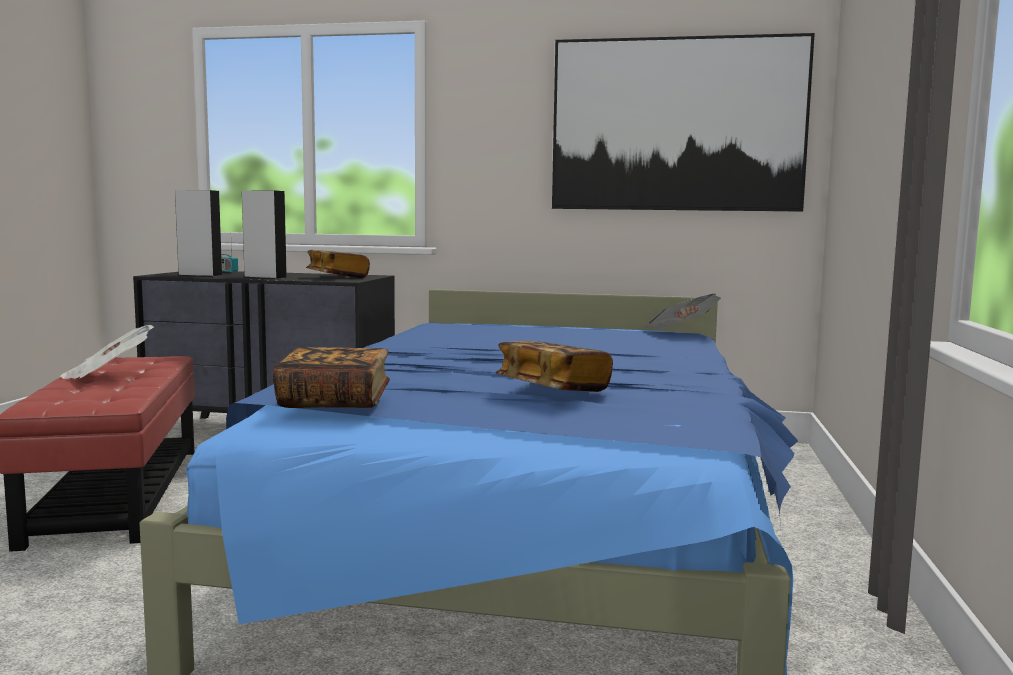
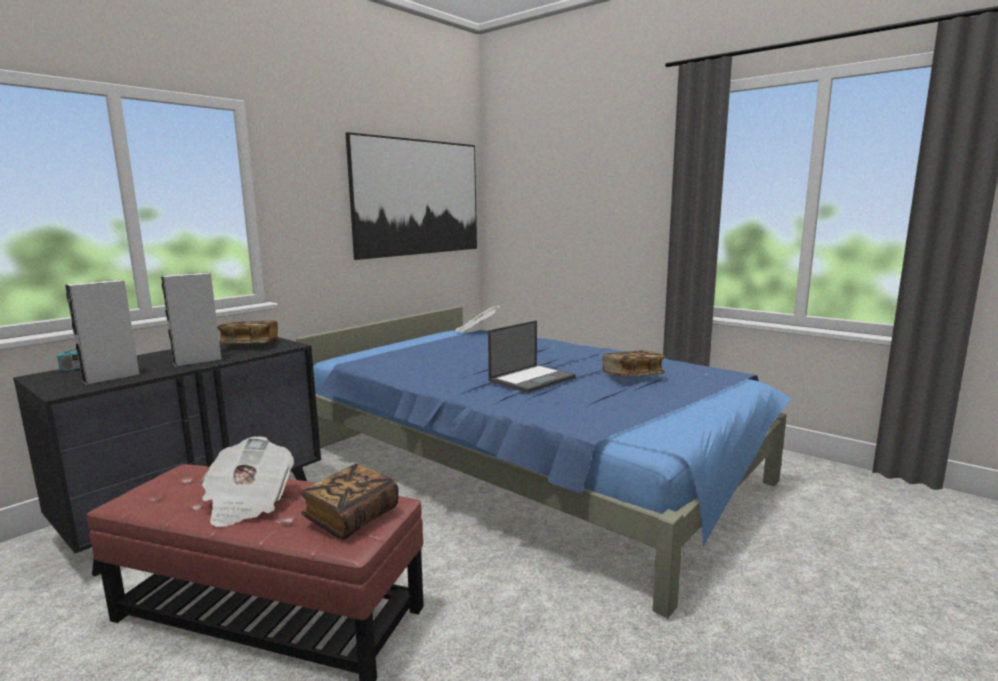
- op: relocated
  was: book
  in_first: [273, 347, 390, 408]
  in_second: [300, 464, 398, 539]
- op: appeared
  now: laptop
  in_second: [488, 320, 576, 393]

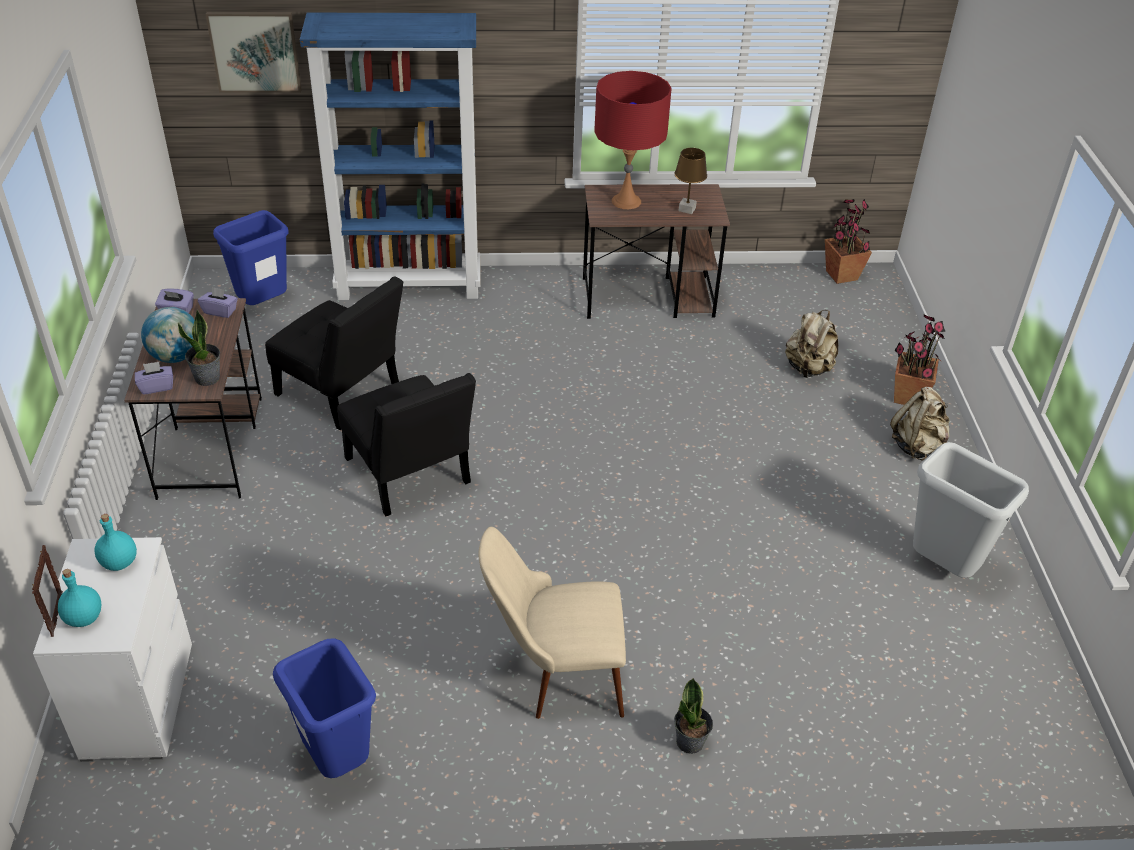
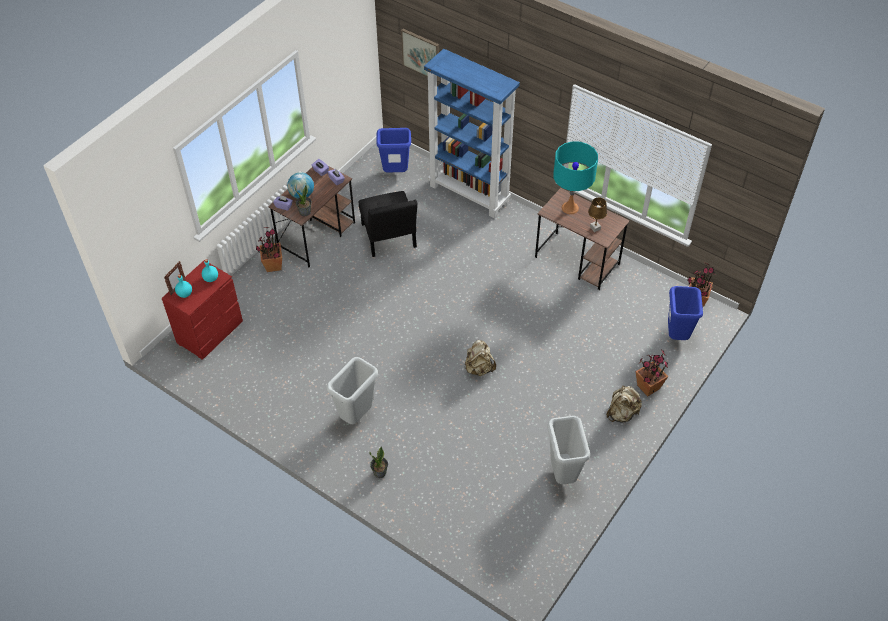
- op: colour
  was: dresser in white
  now: dresser in red
  in_first: [33, 537, 192, 762]
  in_second: [162, 260, 243, 359]
- op: relocated
  was: trash can in blue
  in_first: [273, 638, 376, 778]
  in_second: [668, 286, 703, 340]
- op: missing
  was: chair in black
  in_first: [337, 373, 476, 516]
- op: exchanged
  was: chair in beige
  now: trash can in grey
  in_first: [479, 527, 626, 719]
  in_second: [326, 357, 378, 424]
- op: colour
  was: table lamp in red
  now: table lamp in turquoise
  in_first: [594, 71, 672, 209]
  in_second: [554, 141, 598, 214]
- op: relocated
  was: backpack in beige
  in_first: [785, 310, 838, 378]
  in_second: [465, 340, 496, 376]
- op: appeared
  now: potted plant
  in_second: [256, 227, 282, 272]

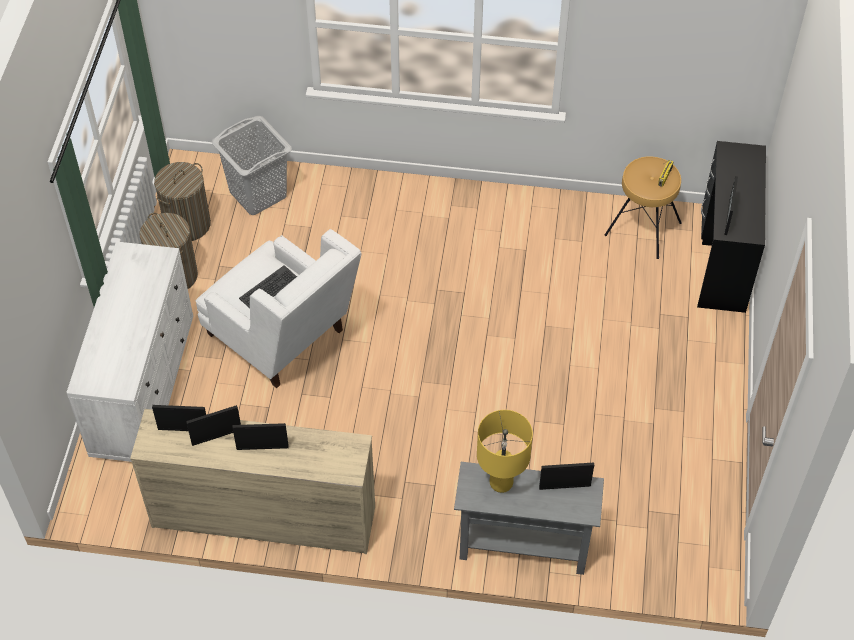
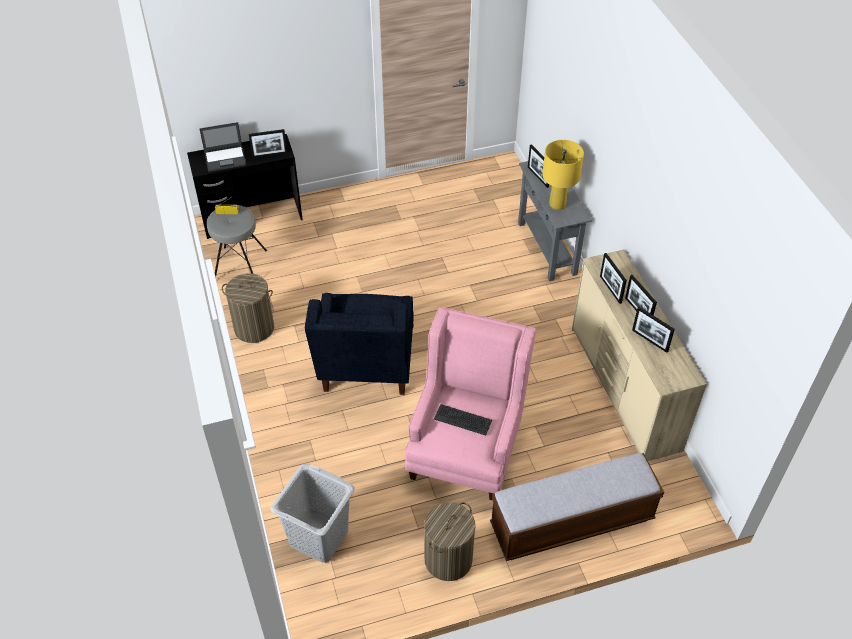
- op: exchanged
  was: dresser in white
  now: bench
  in_first: [66, 241, 193, 462]
  in_second: [490, 453, 664, 561]
- op: relocated
  was: picture frame
  in_first: [152, 405, 206, 431]
  in_second: [600, 253, 627, 304]
- op: relocated
  was: laundry basket
  in_first: [154, 162, 211, 241]
  in_second: [222, 273, 274, 343]
- op: colour
  was: armchair in white
  now: armchair in pink
  in_first: [196, 229, 362, 388]
  in_second: [405, 307, 536, 500]
- op: colour
  was: stool in brown
  now: stool in grey
  in_first: [604, 156, 681, 259]
  in_second: [207, 205, 267, 276]
- op: appeared
  now: laptop
  in_second: [200, 122, 247, 172]
- op: appeared
  now: armchair in blue
  in_second: [305, 293, 413, 395]

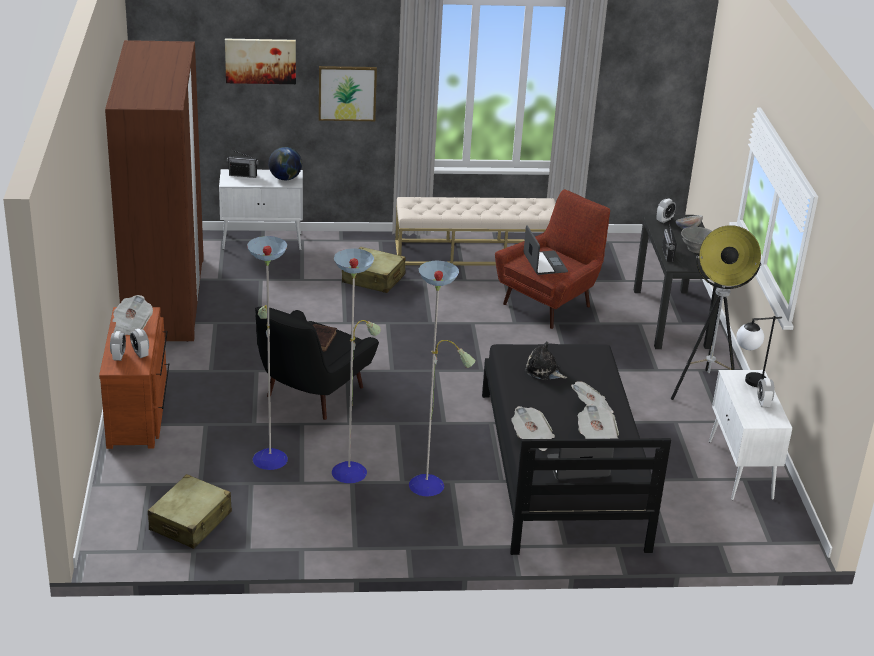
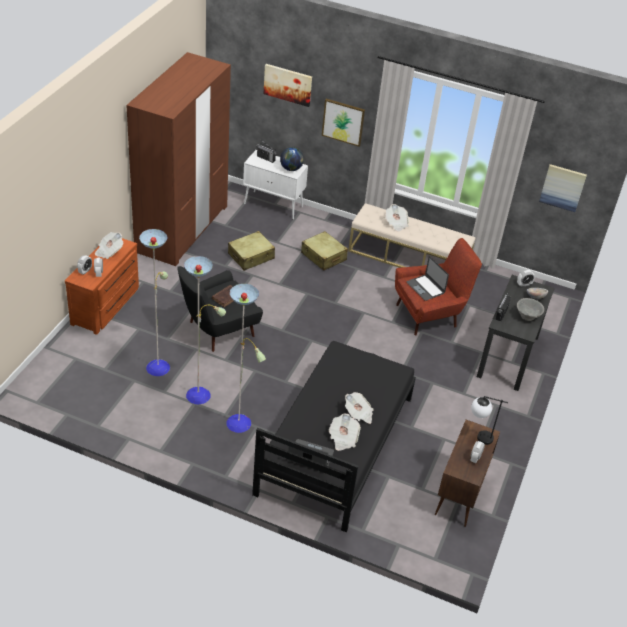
- op: relocated
  was: suitcase in beige
  in_first: [148, 474, 232, 549]
  in_second: [228, 231, 275, 271]
- op: relocated
  was: newspaper
  in_first: [511, 406, 555, 451]
  in_second: [385, 204, 409, 232]
- op: spun
  was: laptop
  in_first: [524, 225, 568, 275]
  in_second: [406, 256, 449, 301]
  clockwise: 135
- op: missing
  was: plush toy
  in_first: [525, 341, 567, 380]
- op: missing
  was: floor lamp
  in_first: [671, 225, 762, 400]
- op: colour
  was: cabinet in white
  now: cabinet in brown
  in_first: [709, 370, 793, 500]
  in_second: [435, 420, 500, 527]
- op: appeared
  now: picture
  in_second: [539, 164, 587, 212]

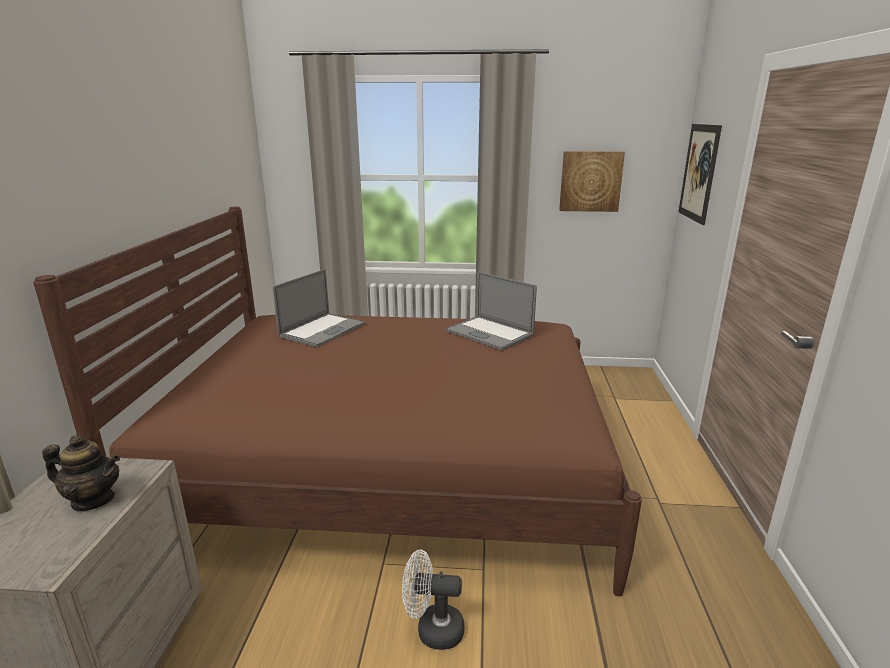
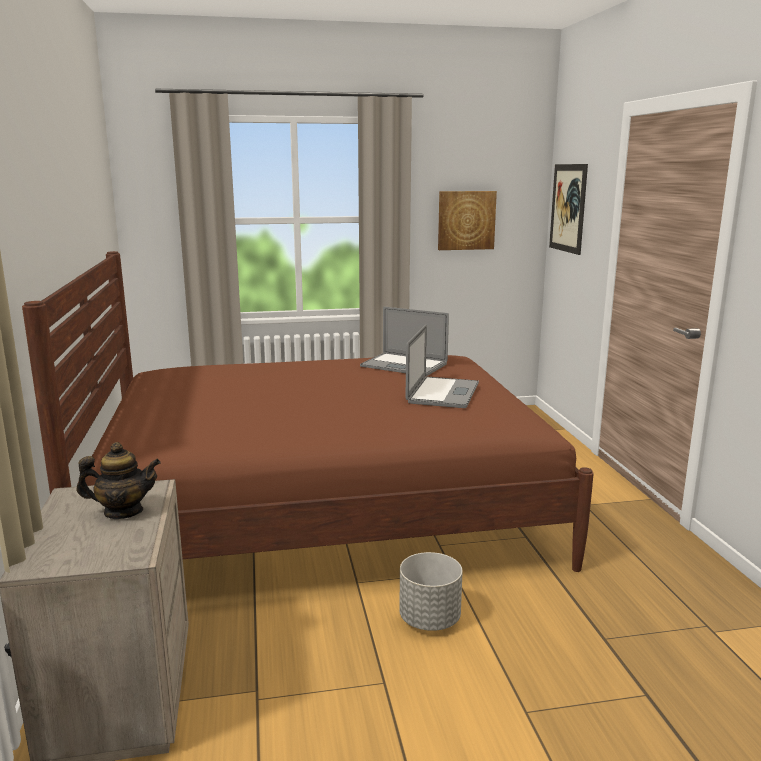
- op: relocated
  was: laptop
  in_first: [273, 269, 365, 347]
  in_second: [406, 324, 479, 408]
- op: exchanged
  was: fan in white
  now: planter in grey
  in_first: [402, 550, 464, 650]
  in_second: [399, 552, 463, 631]

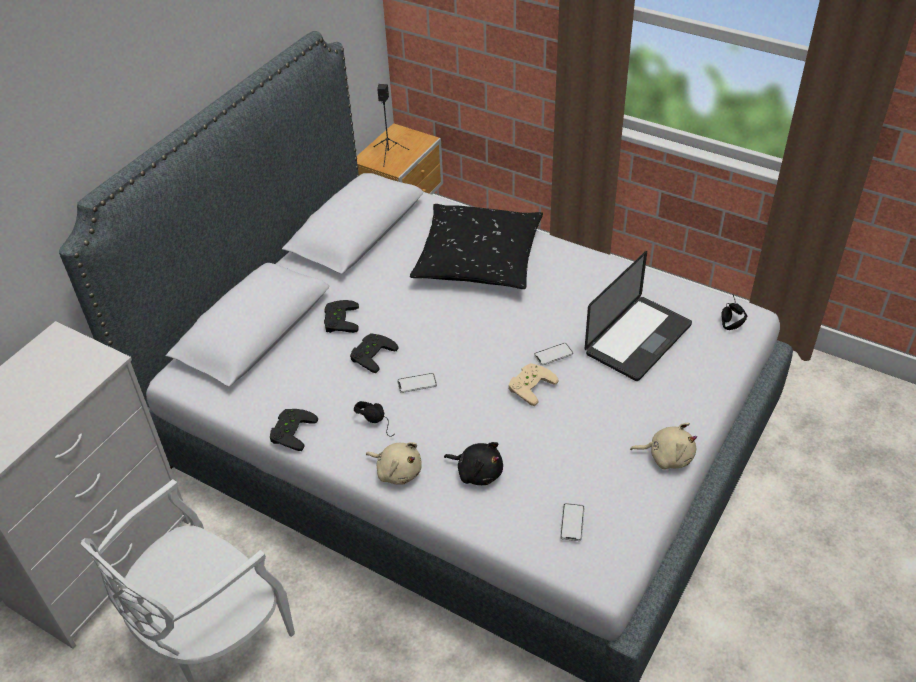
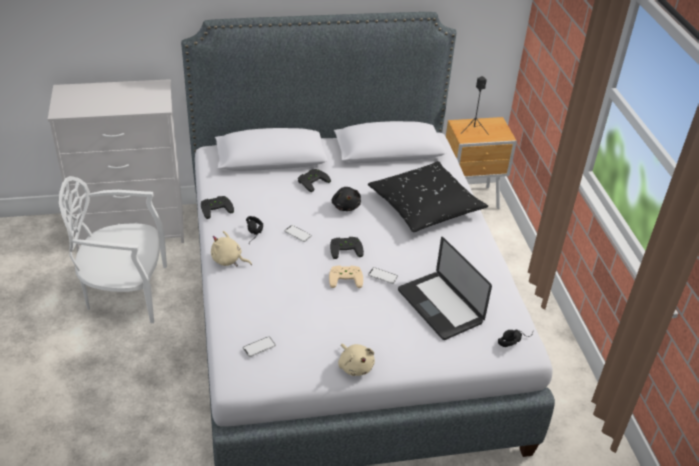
- op: relocated
  was: game controller in black
  in_first: [350, 333, 399, 373]
  in_second: [330, 237, 364, 259]
- op: spun
  was: plush toy in beige
  in_first: [366, 442, 422, 485]
  in_second: [211, 231, 252, 266]
  clockwise: 120
- op: relocated
  was: plush toy in black
  in_first: [444, 442, 503, 485]
  in_second: [332, 187, 361, 211]
- op: spun
  was: laptop
  in_first: [585, 251, 692, 381]
  in_second: [398, 237, 492, 340]
  clockwise: 60

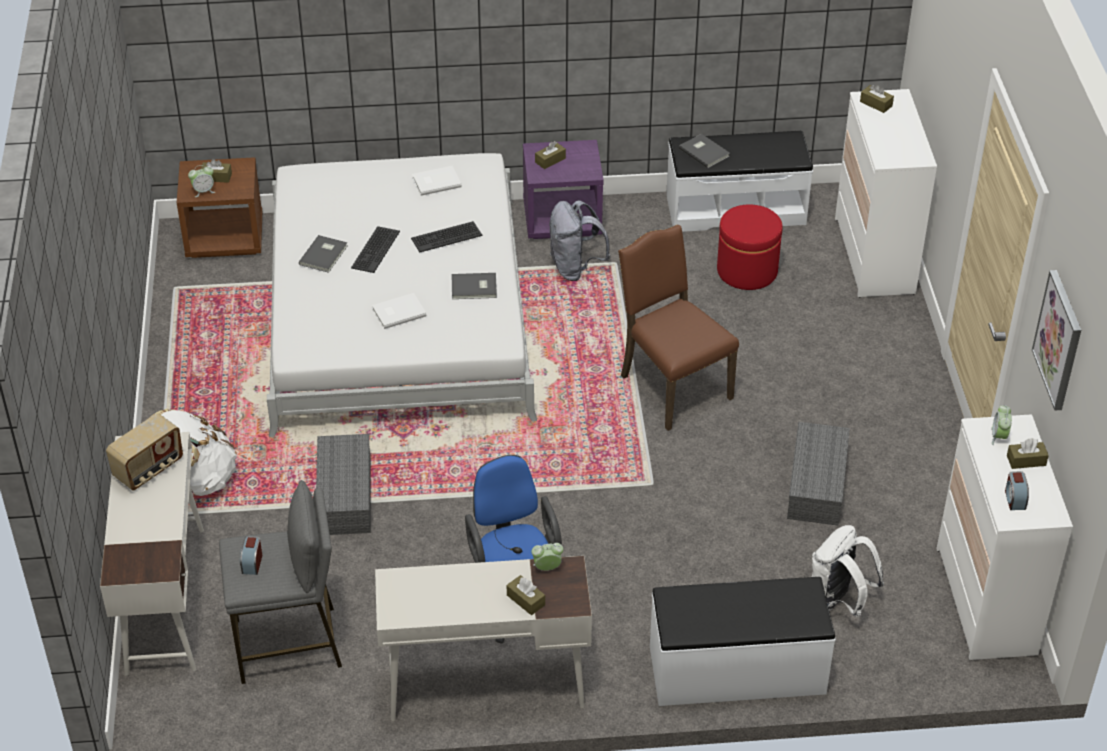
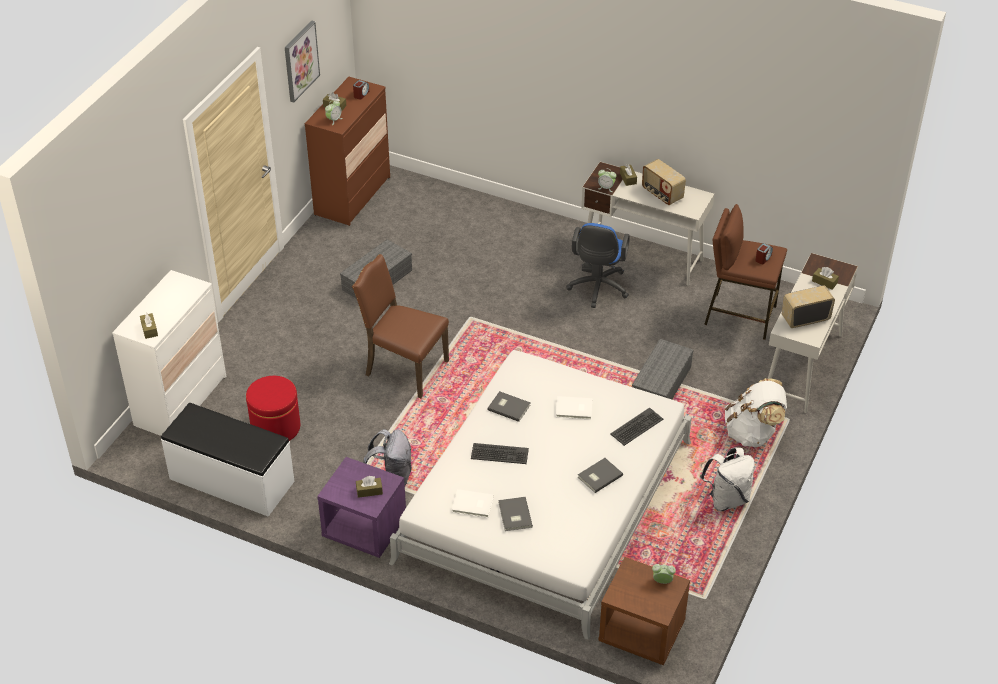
- op: relocated
  was: tissue box in brown
  in_first: [201, 159, 232, 183]
  in_second: [812, 267, 839, 290]
- op: colour
  was: stool in grey
  now: stool in brown
  in_first: [219, 480, 342, 684]
  in_second: [704, 204, 787, 340]
- op: relocated
  was: keyboard
  in_first: [351, 226, 400, 273]
  in_second: [610, 408, 663, 446]
- op: spun
  was: chair in brown
  in_first: [618, 225, 739, 431]
  in_second: [352, 254, 449, 398]
  clockwise: 120
- op: missing
  was: bench in white
  in_first: [650, 577, 836, 706]
- op: relocated
  was: book in grey
  in_first: [679, 134, 730, 169]
  in_second: [498, 497, 533, 531]
- op: relocated
  was: backpack in white
  in_first: [812, 525, 884, 617]
  in_second: [700, 448, 755, 511]
- op: colour
  was: dresser in white
  now: dresser in brown
  in_first: [936, 414, 1073, 660]
  in_second: [305, 77, 390, 226]
- op: appeared
  now: radio
  in_second: [642, 159, 686, 205]

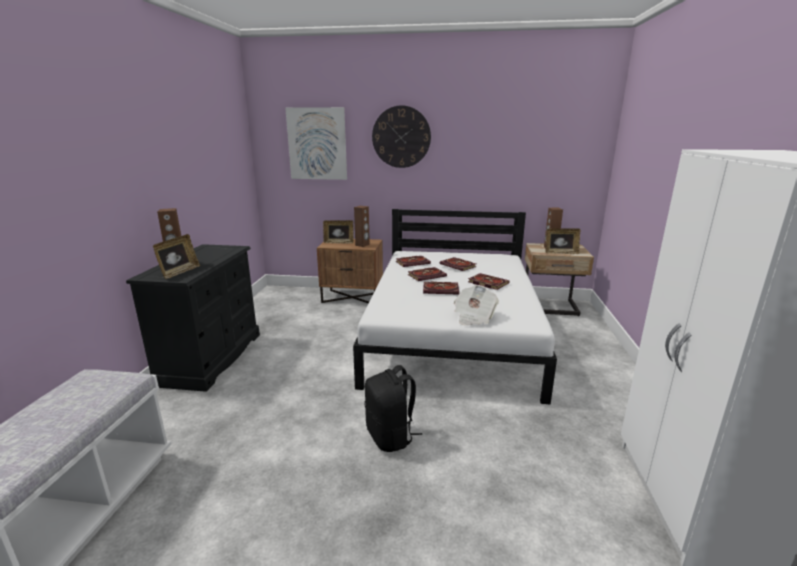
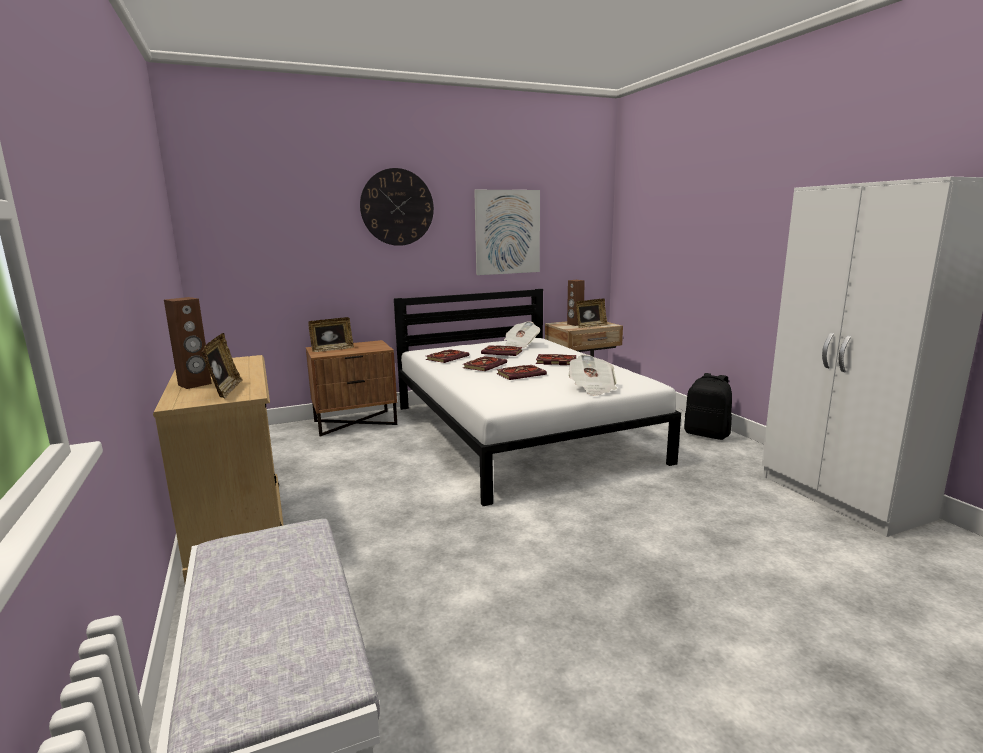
- op: colour
  was: dresser in black
  now: dresser in beige
  in_first: [126, 244, 260, 392]
  in_second: [153, 355, 284, 583]
- op: relocated
  was: picture
  in_first: [285, 107, 347, 180]
  in_second: [474, 190, 540, 275]
- op: missing
  was: speaker in brown
  in_first: [354, 206, 370, 247]
- op: relocated
  was: backpack in black
  in_first: [364, 365, 422, 452]
  in_second: [684, 373, 732, 440]
- op: appeared
  now: newspaper
  in_second: [504, 321, 540, 348]

